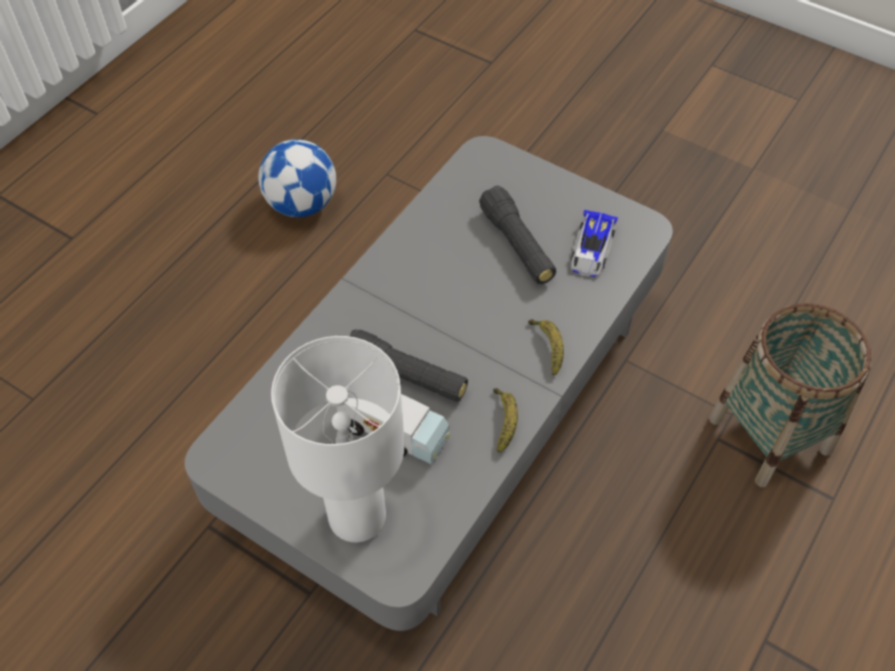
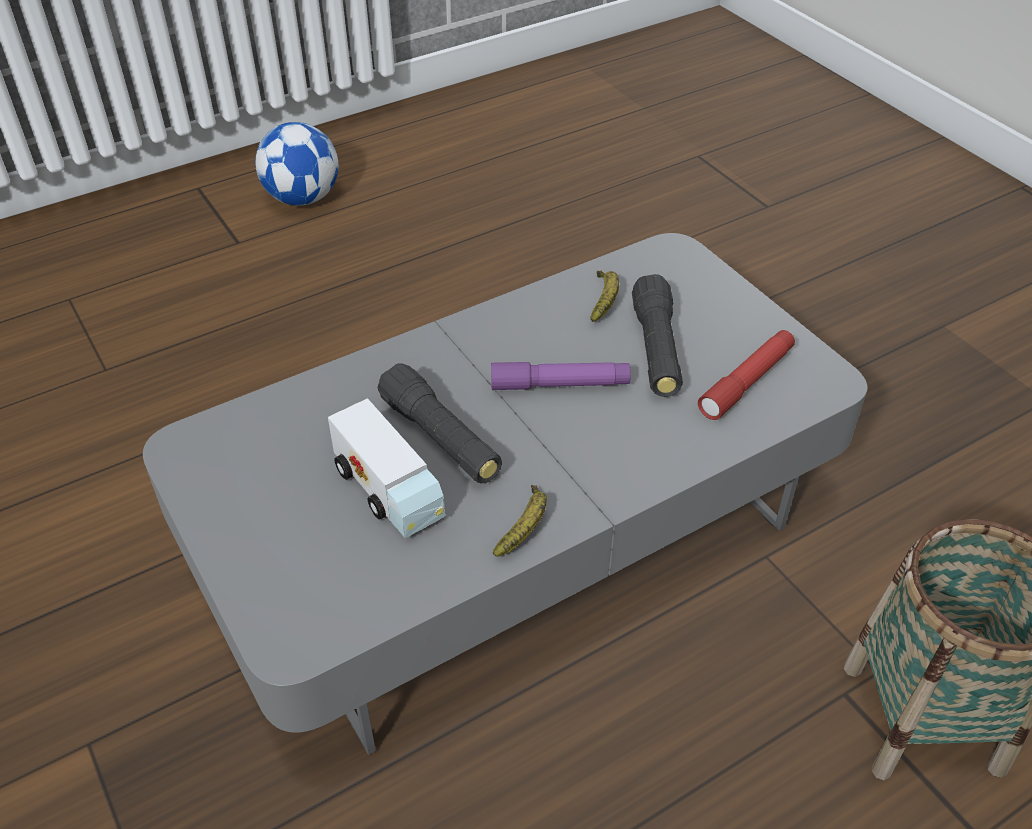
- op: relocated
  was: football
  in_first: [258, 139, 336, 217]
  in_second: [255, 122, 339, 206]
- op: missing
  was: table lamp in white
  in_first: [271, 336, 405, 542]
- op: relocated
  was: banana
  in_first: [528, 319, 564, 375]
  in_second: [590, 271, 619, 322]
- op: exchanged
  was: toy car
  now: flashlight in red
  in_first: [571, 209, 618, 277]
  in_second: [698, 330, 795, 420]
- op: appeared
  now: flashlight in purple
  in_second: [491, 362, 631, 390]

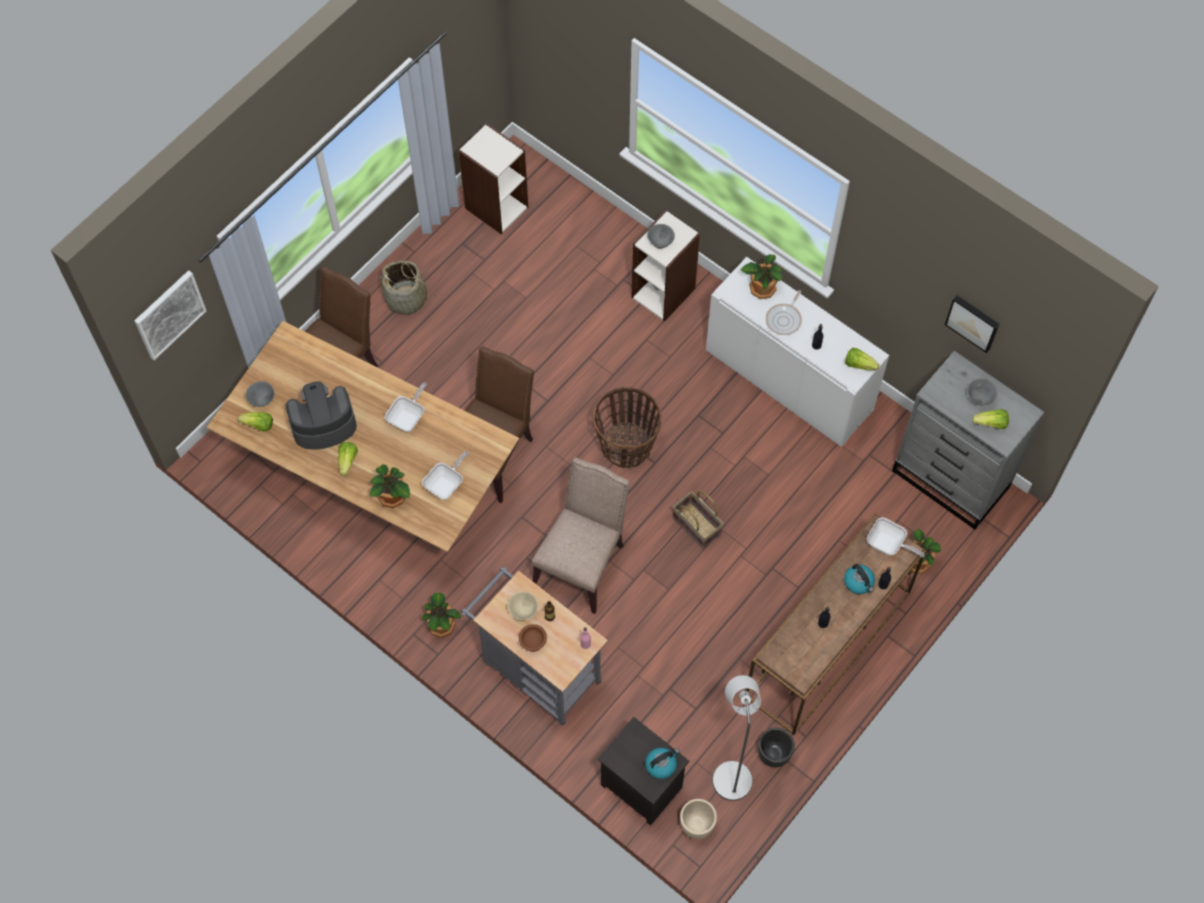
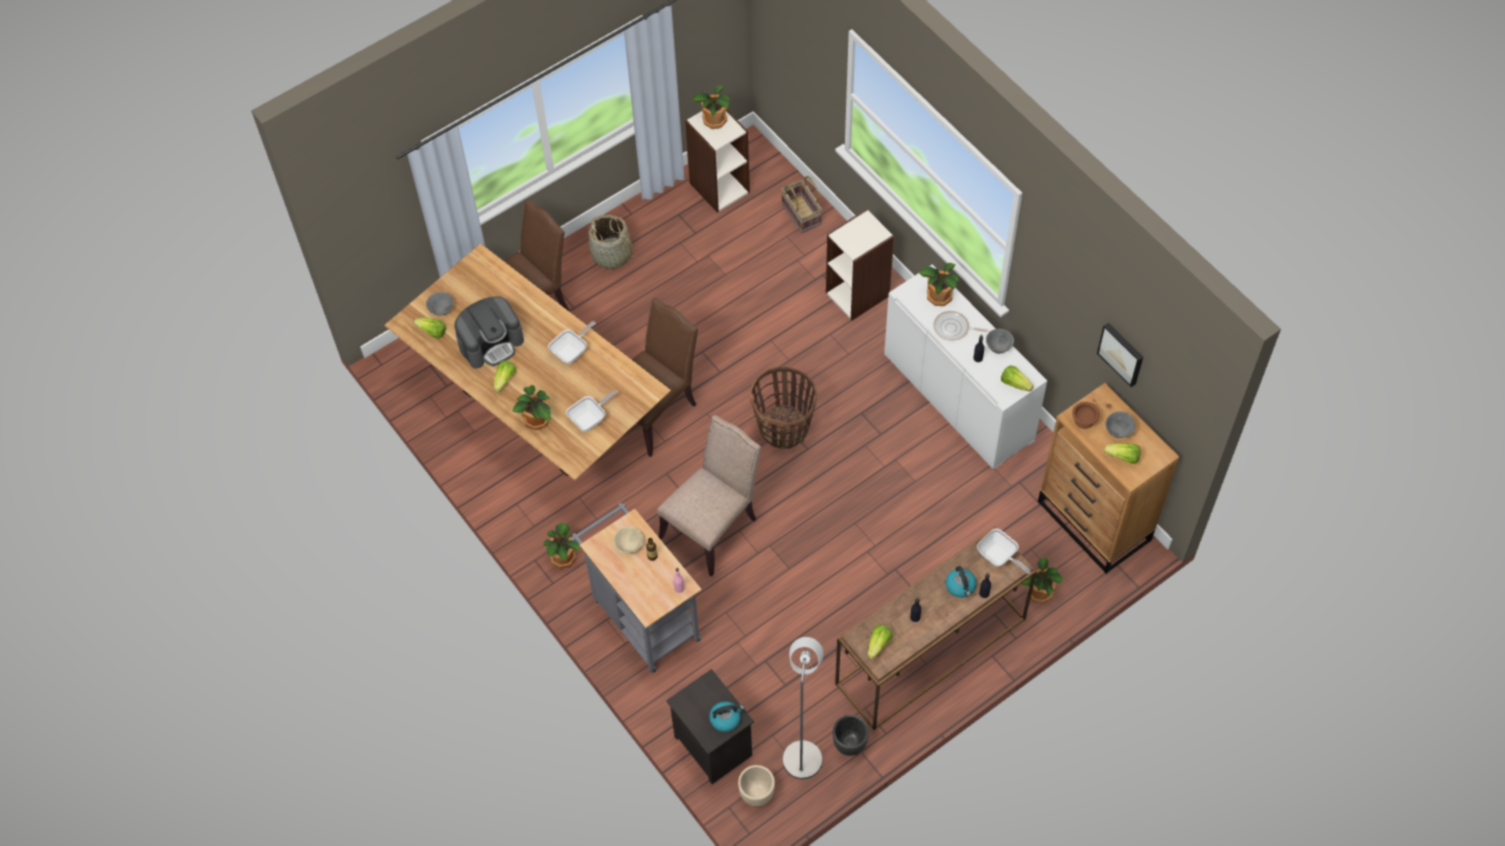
- op: missing
  was: picture
  in_first: [134, 270, 206, 360]
- op: spun
  was: coffee machine
  in_first: [286, 381, 357, 449]
  in_second: [454, 296, 524, 369]
  clockwise: 150
- op: relocated
  was: bowl in brown
  in_first: [519, 624, 547, 652]
  in_second: [1072, 402, 1100, 429]
- op: relocated
  was: bowl in grey
  in_first: [647, 224, 675, 249]
  in_second: [986, 329, 1014, 354]
- op: relocated
  was: basket
  in_first: [672, 490, 724, 549]
  in_second: [781, 176, 822, 233]
- op: spun
  was: frying pan
  in_first: [766, 290, 802, 335]
  in_second: [933, 311, 988, 341]
  clockwise: 60
- op: colour
  was: dresser in grey
  now: dresser in brown
  in_first: [892, 351, 1044, 530]
  in_second: [1038, 383, 1179, 574]
- op: appeared
  now: potted plant
  in_second: [692, 86, 731, 129]
- op: appeared
  now: lettuce
  in_second: [868, 625, 893, 659]

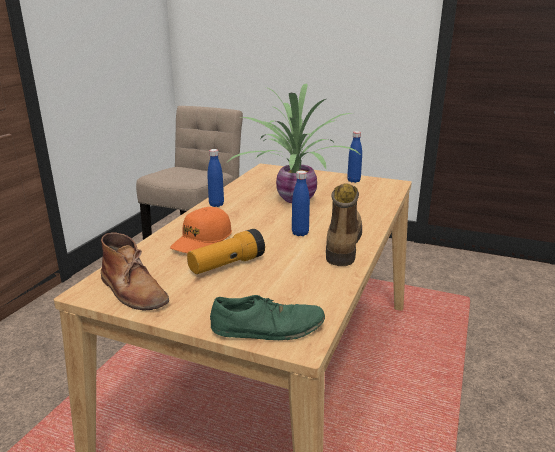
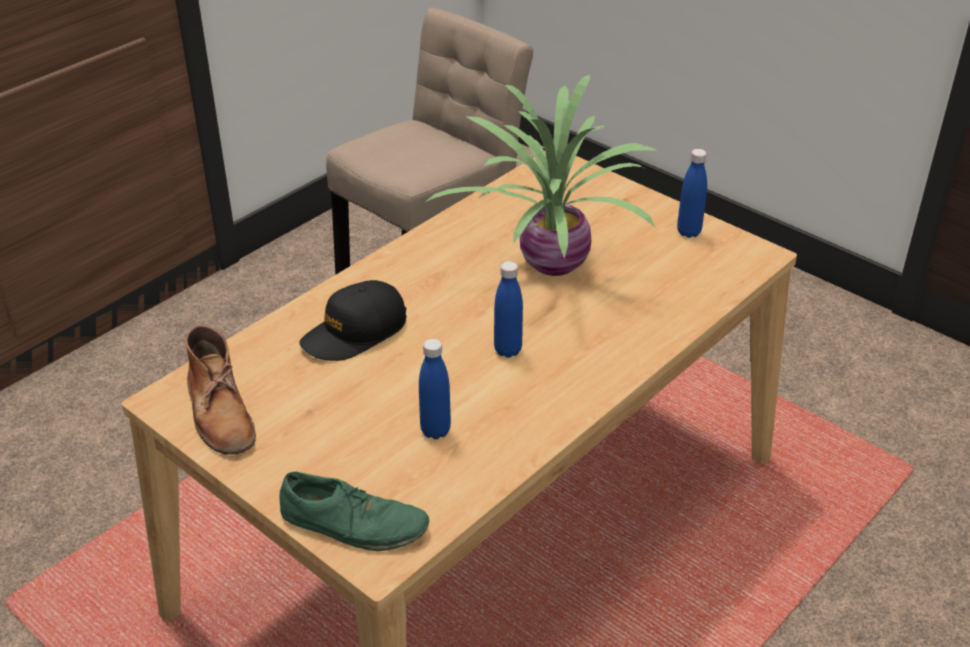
- op: colour
  was: cap in orange
  now: cap in black
  in_first: [170, 207, 232, 253]
  in_second: [299, 280, 406, 361]
- op: missing
  was: flashlight
  in_first: [187, 229, 265, 274]
- op: relocated
  was: bottle in blue
  in_first: [207, 149, 224, 207]
  in_second: [419, 338, 451, 439]
- op: missing
  was: boot
  in_first: [326, 184, 362, 266]

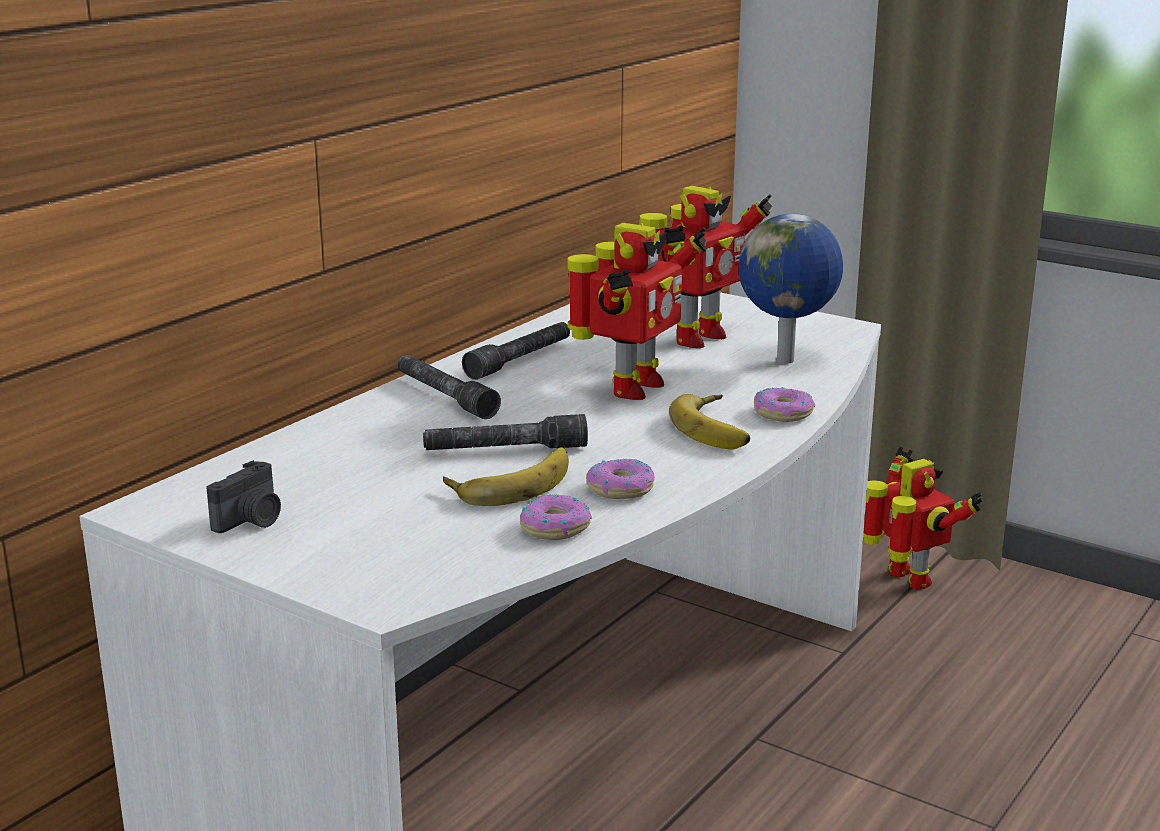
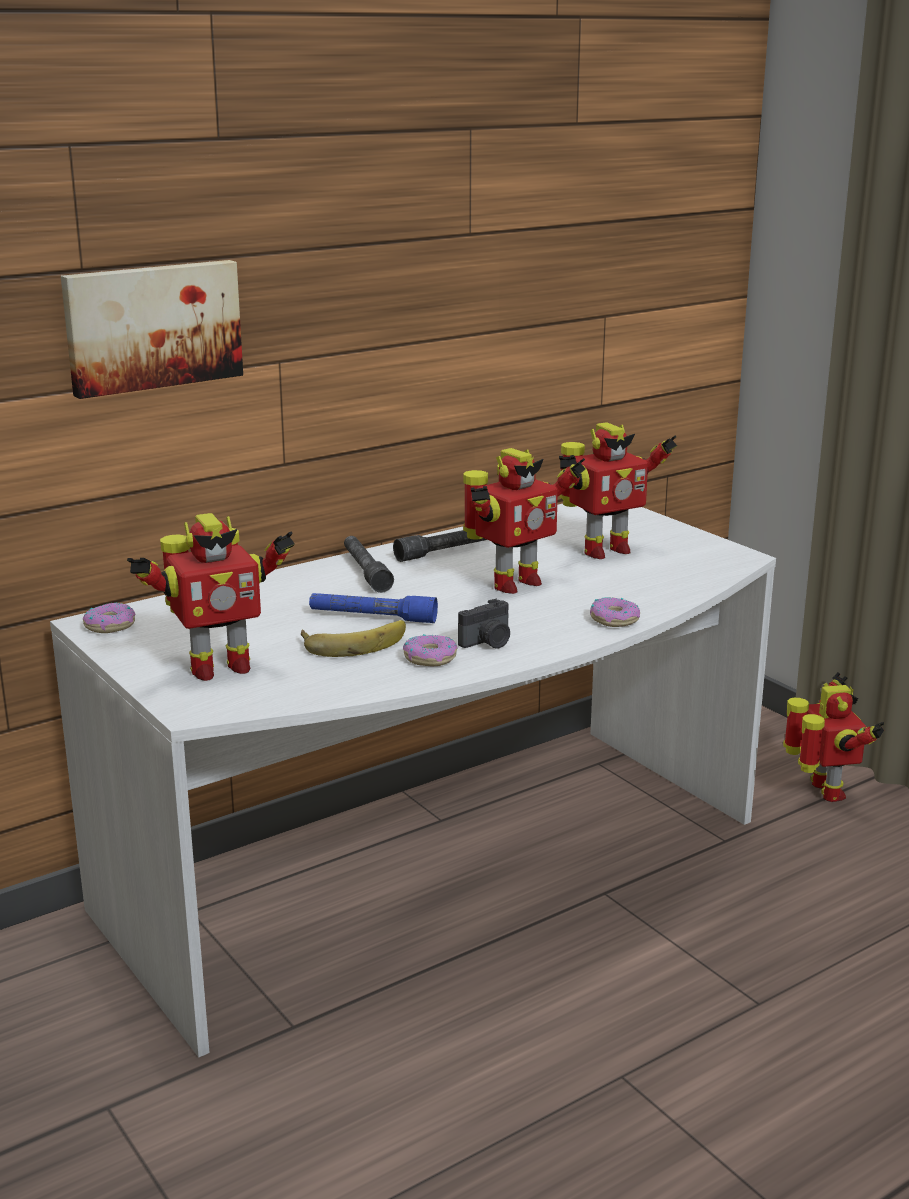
- op: relocated
  was: photo camera
  in_first: [206, 460, 281, 533]
  in_second: [458, 599, 510, 649]
- op: colour
  was: flashlight in grey
  now: flashlight in blue
  in_first: [423, 414, 588, 450]
  in_second: [309, 593, 438, 623]
- op: relocated
  was: donut
  in_first: [520, 494, 592, 540]
  in_second: [83, 603, 136, 633]
- op: missing
  was: banana
  in_first: [669, 394, 750, 450]
- op: missing
  was: globe
  in_first: [739, 214, 843, 364]
- op: appeared
  now: picture
  in_second: [61, 260, 243, 399]
- op: appeared
  now: toy robot
  in_second: [127, 513, 295, 681]

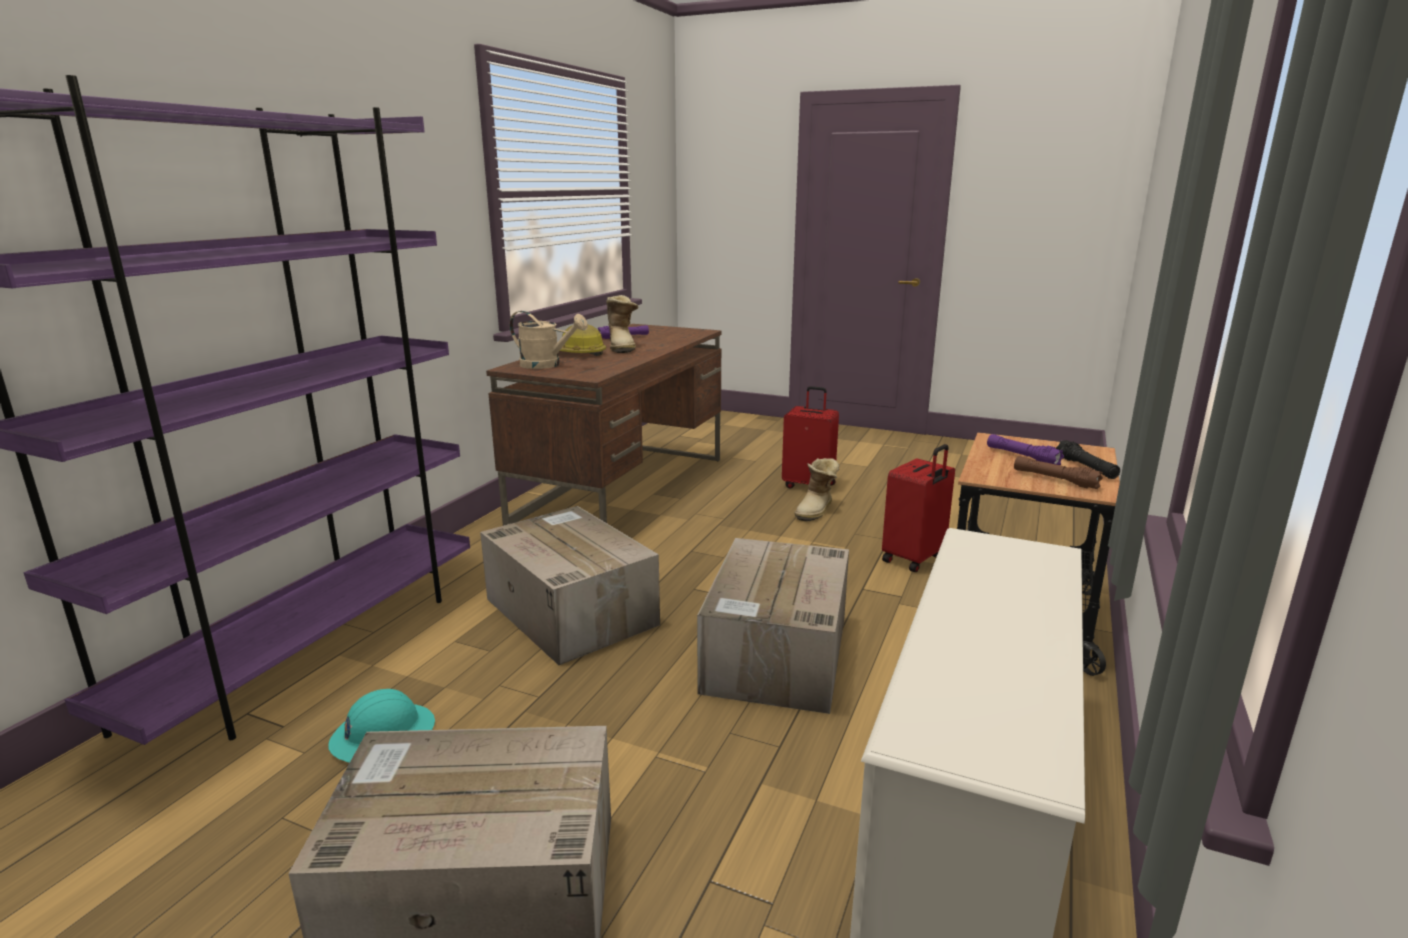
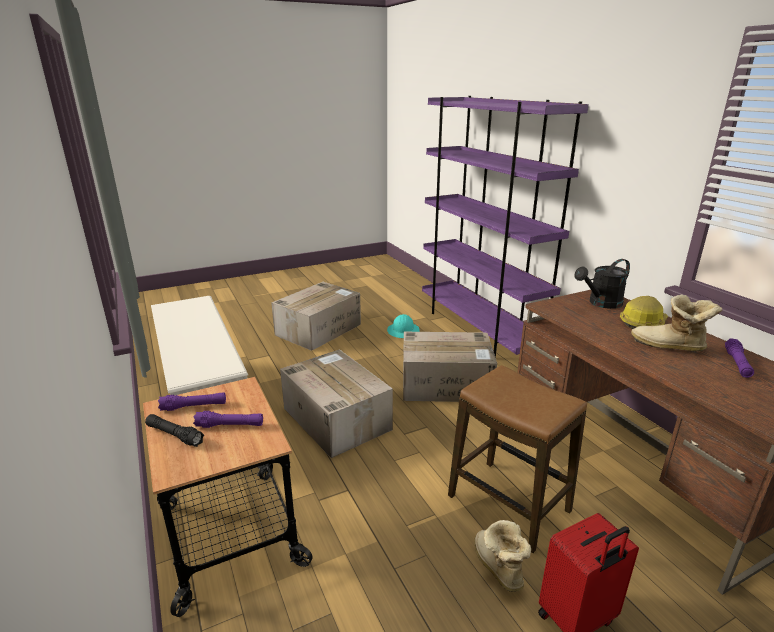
- op: colour
  was: watering can in beige
  now: watering can in black
  in_first: [510, 311, 588, 369]
  in_second: [575, 259, 630, 309]
- op: missing
  was: suitcase in red
  in_first: [882, 444, 955, 572]
- op: colour
  was: flashlight in brown
  now: flashlight in purple
  in_first: [1014, 456, 1103, 489]
  in_second: [158, 392, 226, 411]
- op: appeared
  now: stool
  in_second: [448, 365, 587, 553]

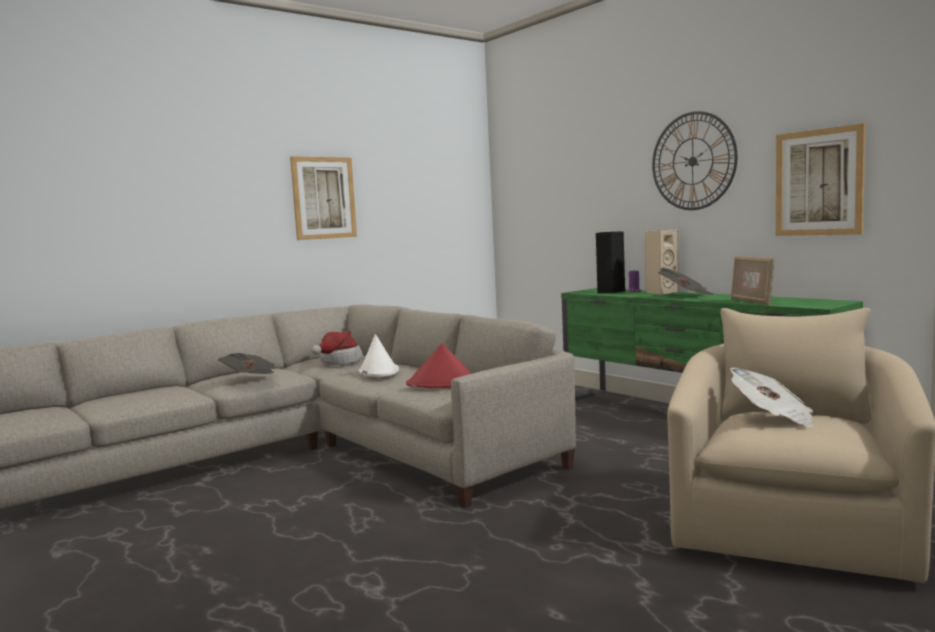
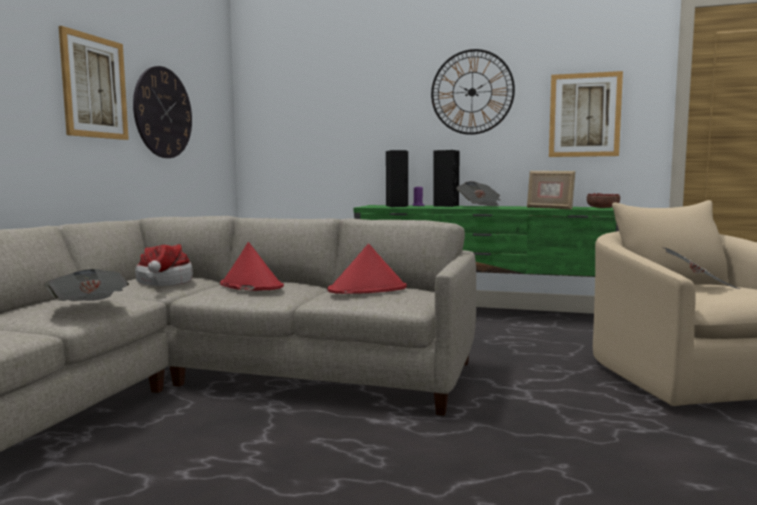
- op: colour
  was: hat in white
  now: hat in red
  in_first: [359, 334, 399, 377]
  in_second: [220, 242, 284, 291]
- op: colour
  was: speaker in beige
  now: speaker in black
  in_first: [645, 229, 679, 295]
  in_second: [433, 150, 460, 207]
- op: appeared
  now: wall clock
  in_second: [133, 66, 192, 158]
- op: appeared
  now: bowl
  in_second: [587, 193, 620, 208]

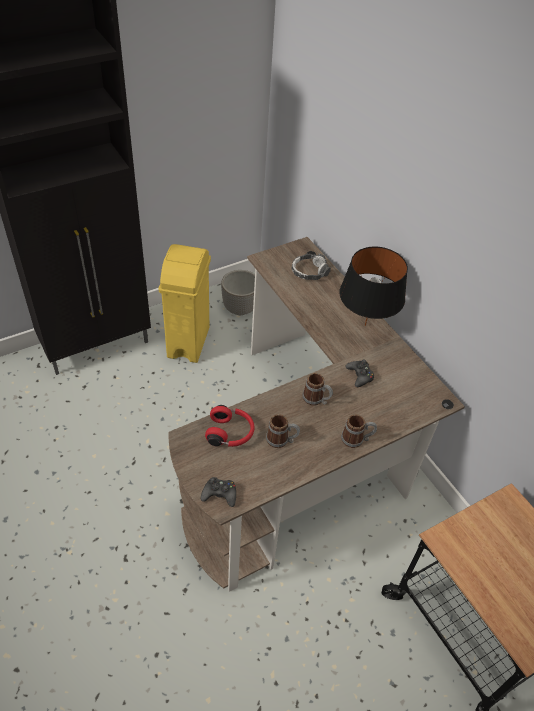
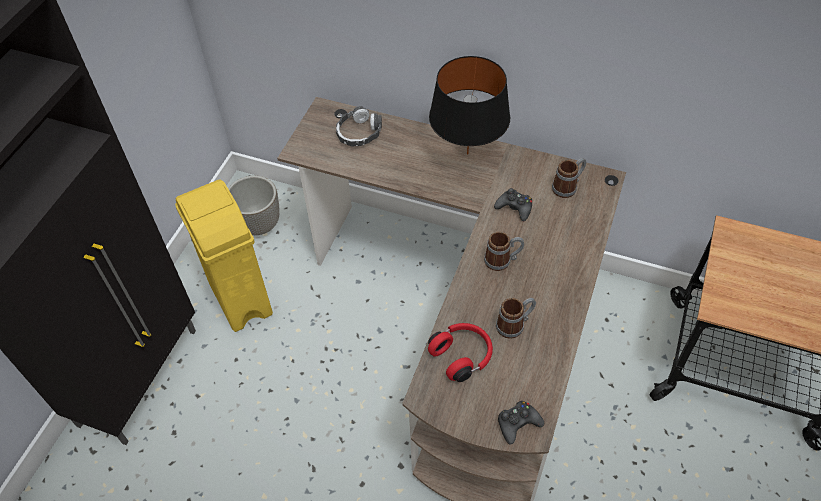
- op: relocated
  was: mug
  in_first: [341, 415, 377, 448]
  in_second: [552, 158, 586, 198]

